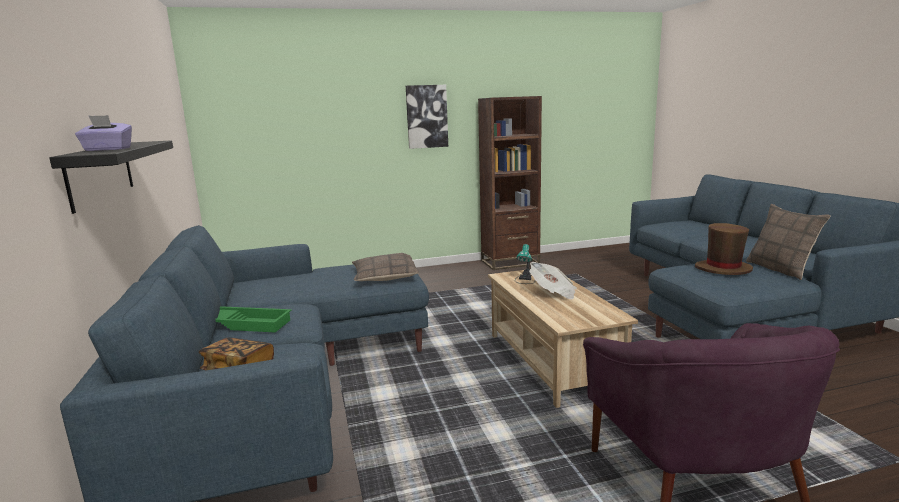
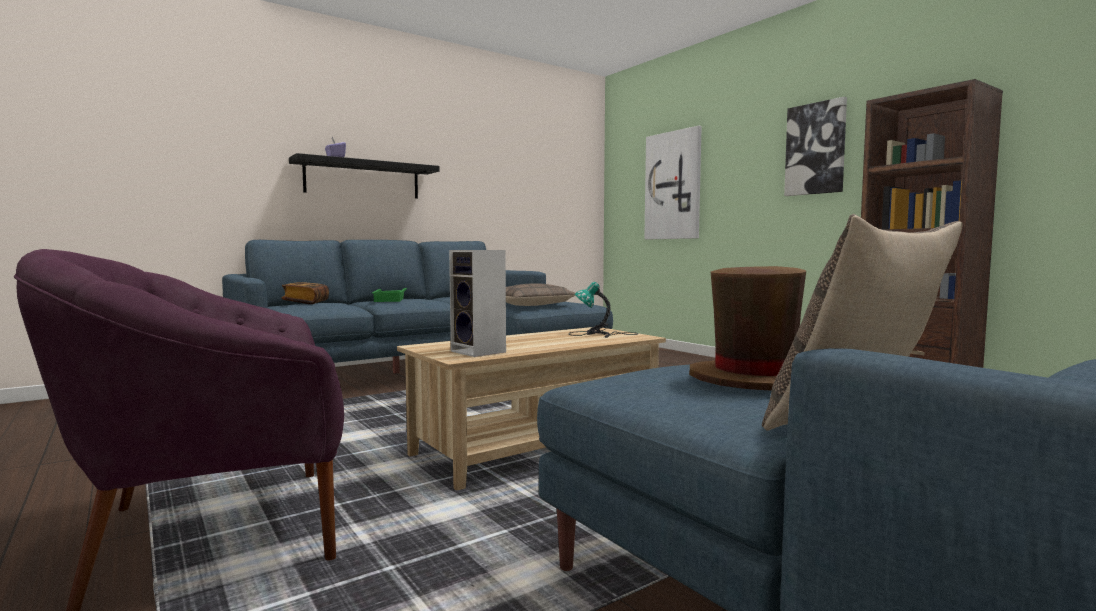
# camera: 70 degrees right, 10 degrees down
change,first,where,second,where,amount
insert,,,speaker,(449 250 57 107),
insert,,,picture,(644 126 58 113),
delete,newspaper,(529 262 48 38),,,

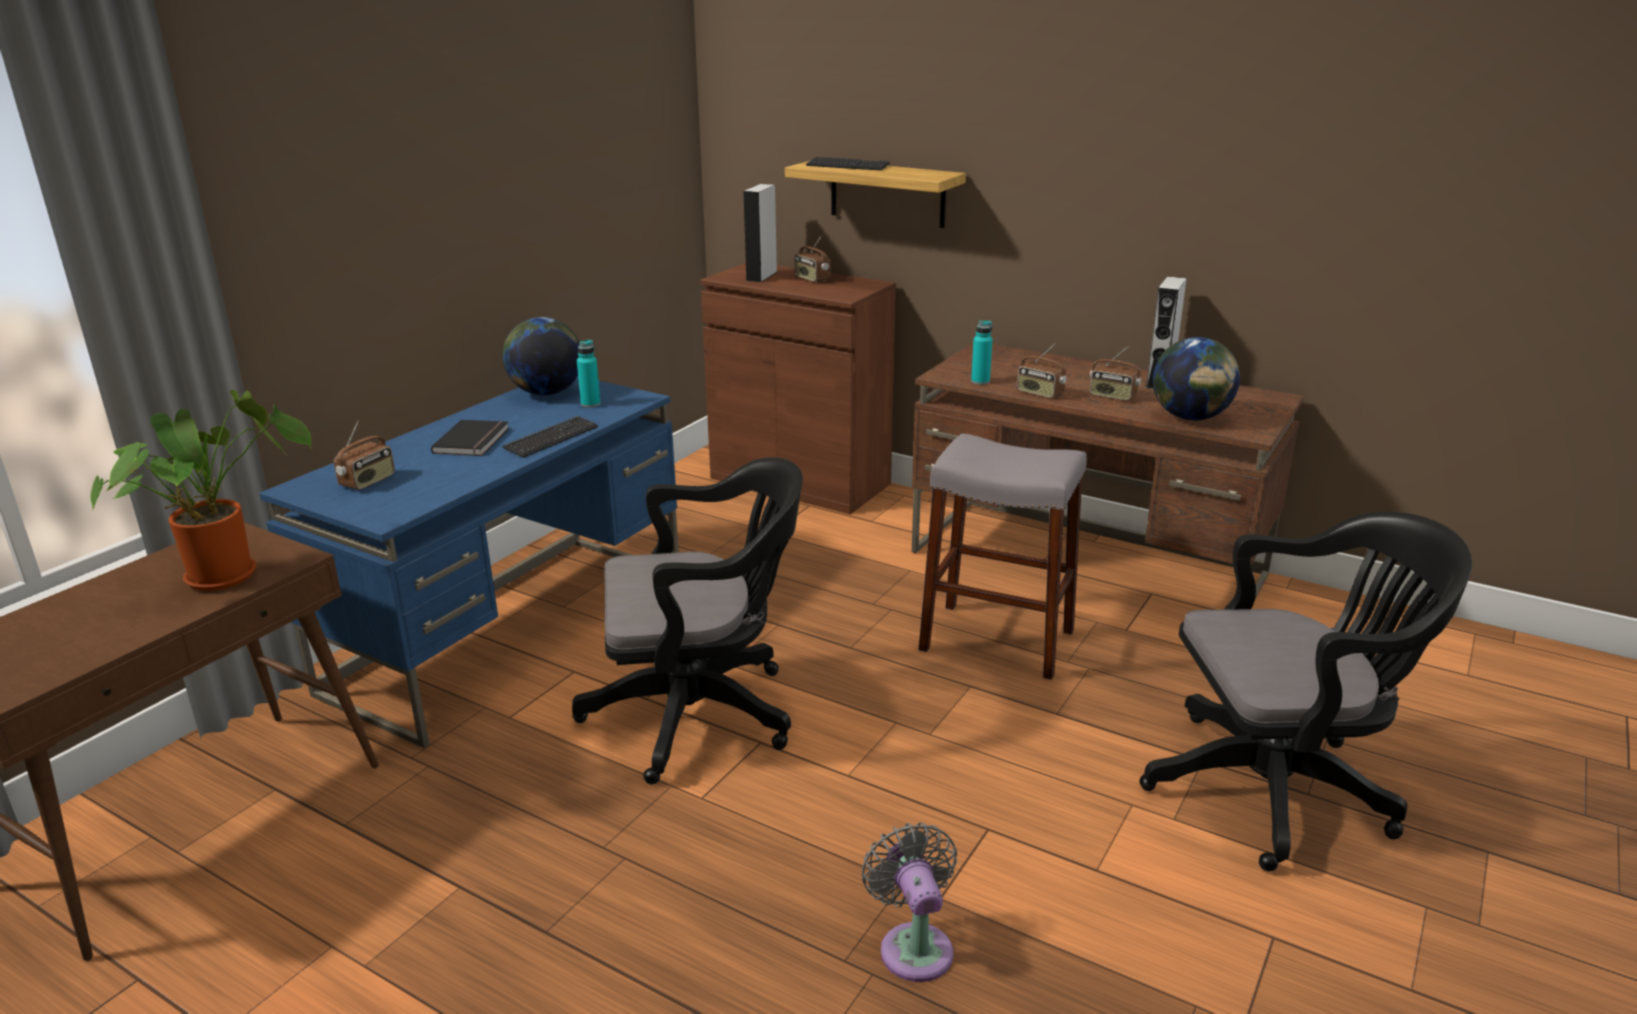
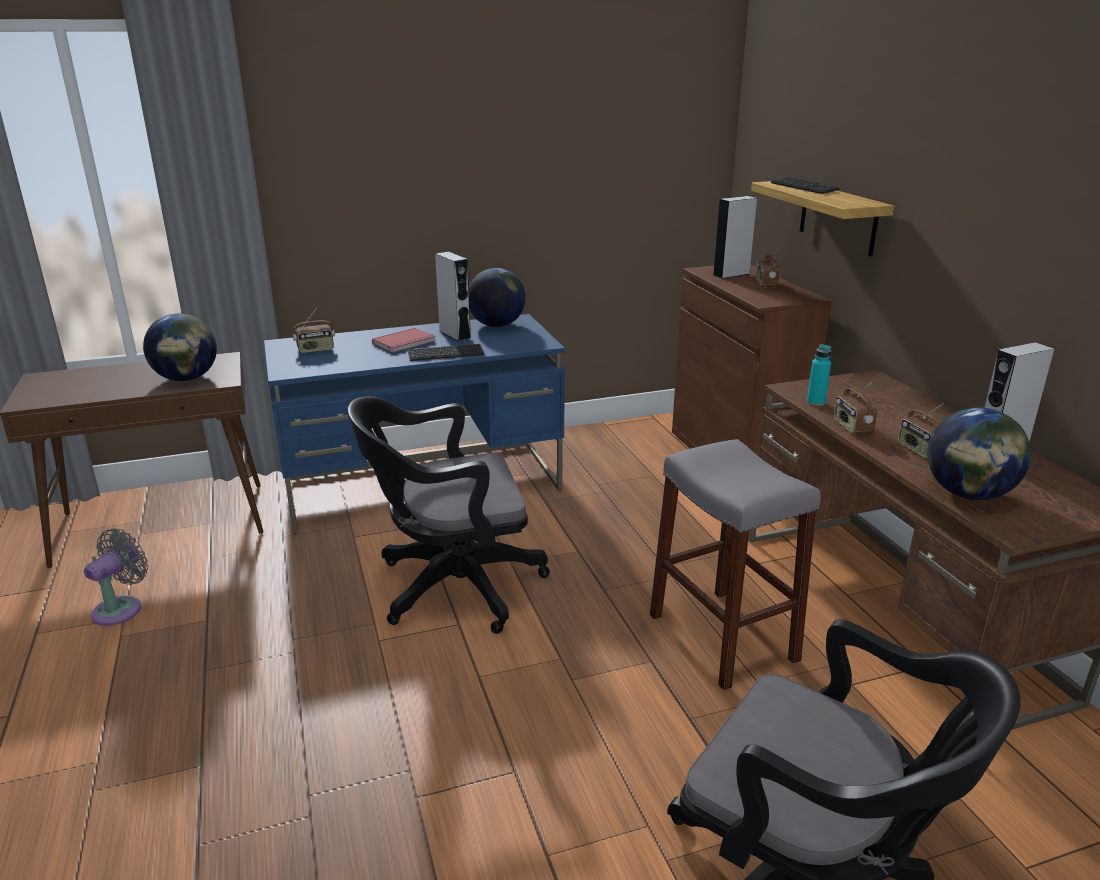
# camera: 40 degrees right, 0 degrees up
change,first,where,second,where,amount
move,gray cooling fan,(861 822 96 160),,(84 528 64 98),
replace,houseplant,(90 390 222 201),world globe,(143 313 74 68),
rotate,black desk chair,(572 457 231 327),,(348 396 202 238),135 degrees clockwise
recolor,black volume,(431 420 78 36),reddish volume,(372 328 64 25),
insert,,,gray speaker,(435 252 36 89),
delete,turquoise-coloured bottle,(577 340 24 68),,,

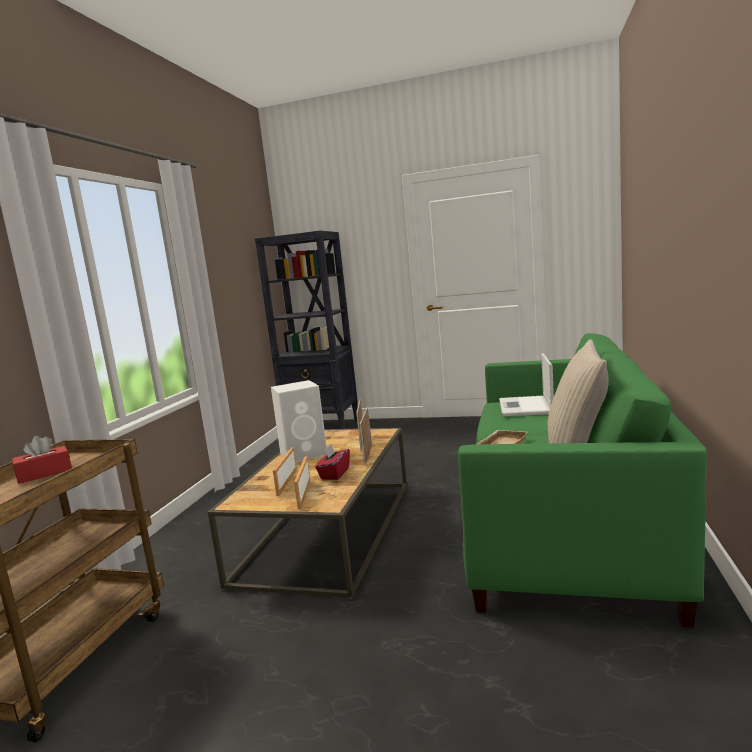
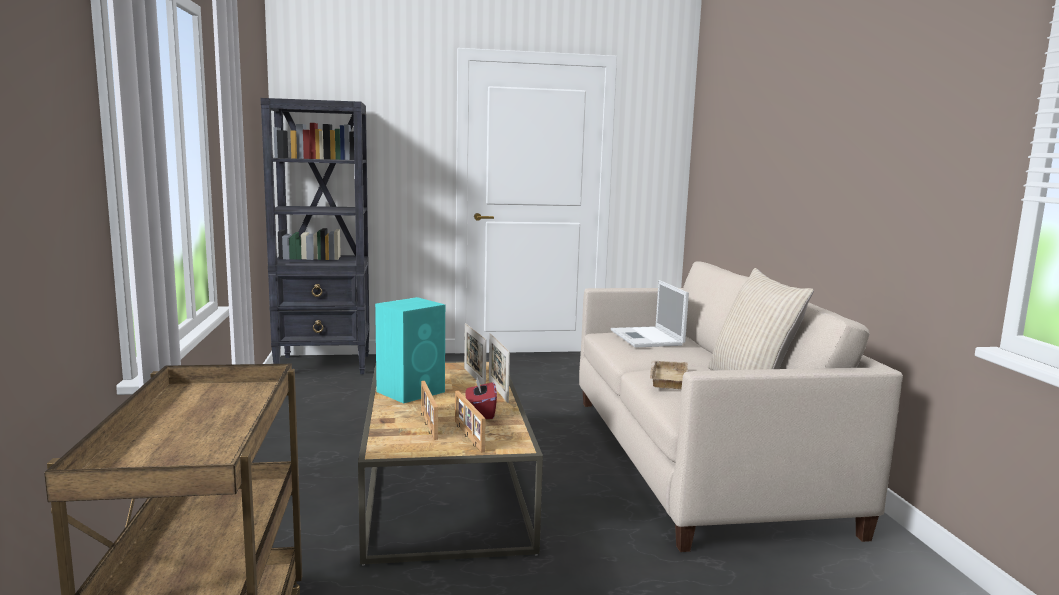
# camera: 25 degrees left, 0 degrees up
change,first,where,second,where,amount
recolor,white speaker,(271 380 56 82),turquoise-coloured speaker,(375 297 70 107),
recolor,greenish couch,(458 333 249 295),beige-coloured couch,(579 261 324 291),
delete,reddish tissue box,(12 436 60 48),,,

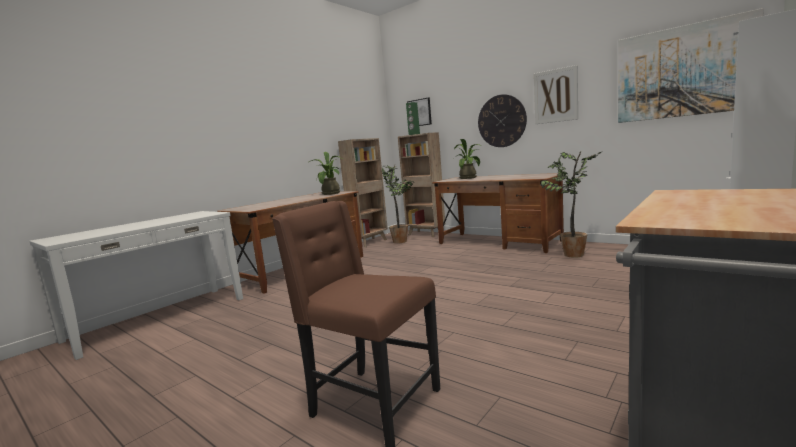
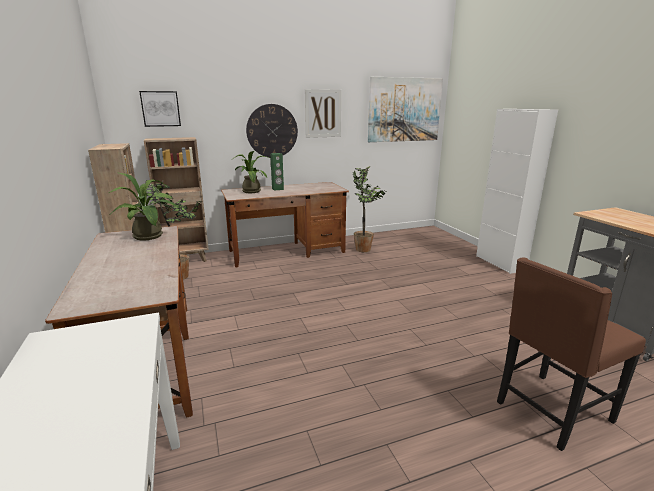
# camera: 60 degrees left, 10 degrees up
change,first,where,second,where,amount
move,greenish speaker,(406 102 14 33),,(270 153 14 38),

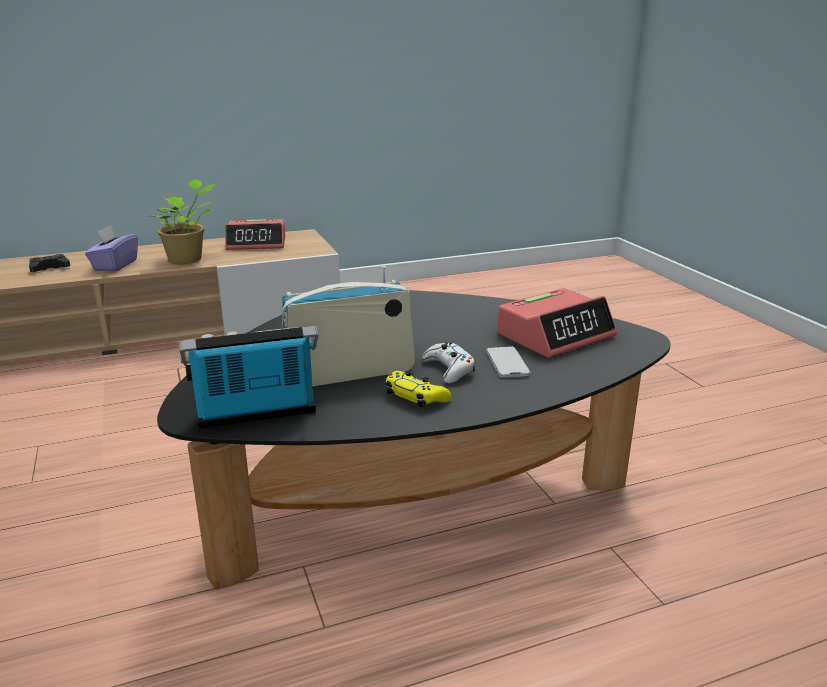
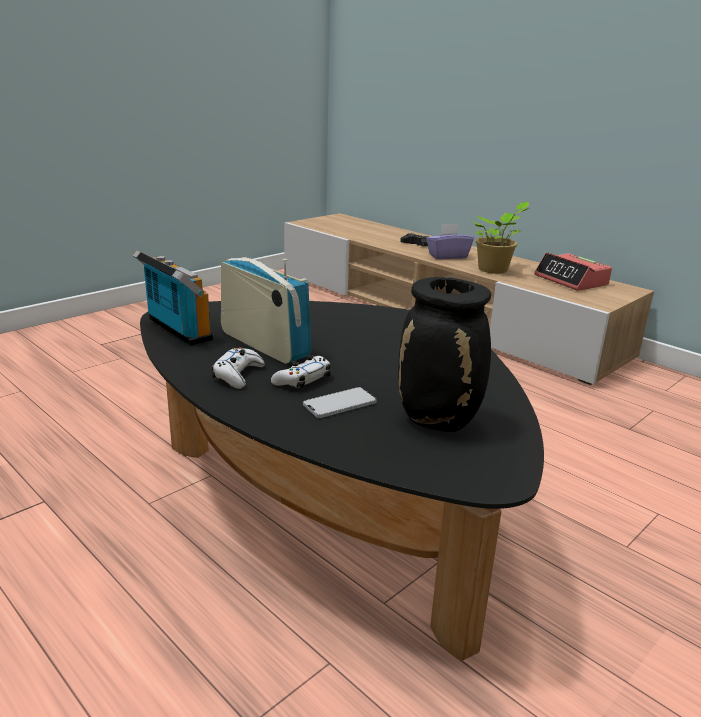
# camera: 65 degrees right, 0 degrees up
change,first,where,second,where,amount
recolor,yellow gamepad,(386 371 65 37),white gamepad,(212 347 53 42),
replace,alarm clock,(497 288 120 70),black vase,(398 277 93 155),

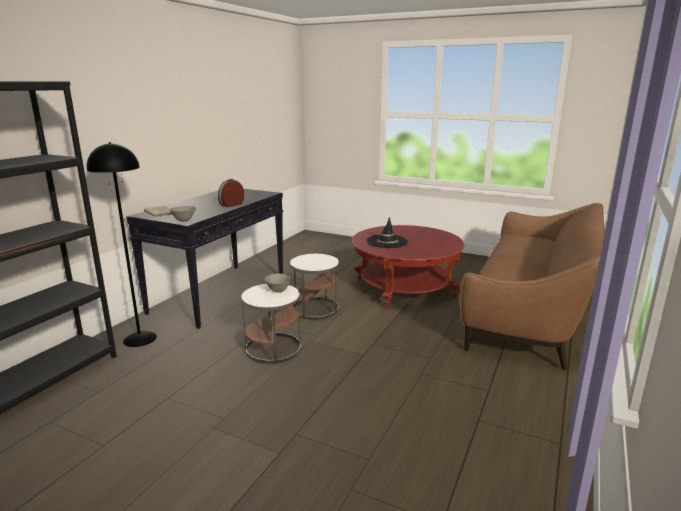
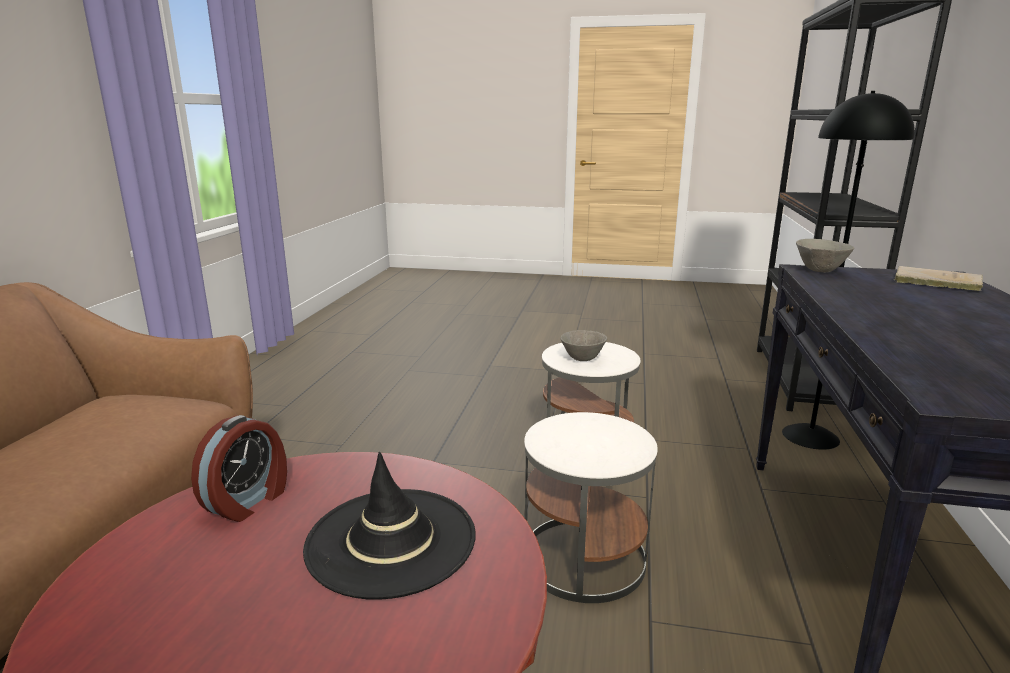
# camera: 165 degrees right, 0 degrees up
change,first,where,second,where,amount
move,alarm clock,(218 179 26 28),,(191 415 96 107),

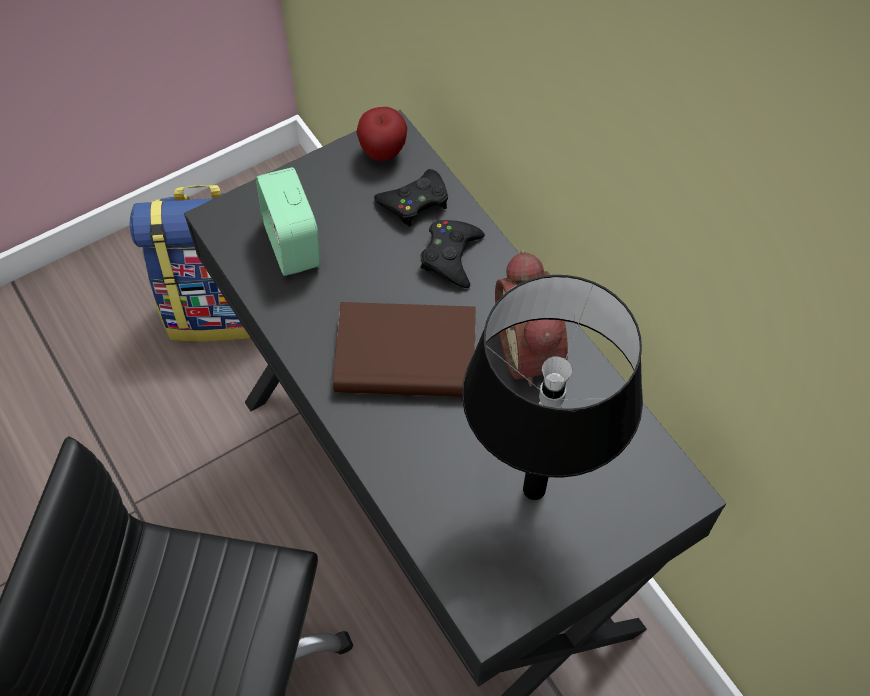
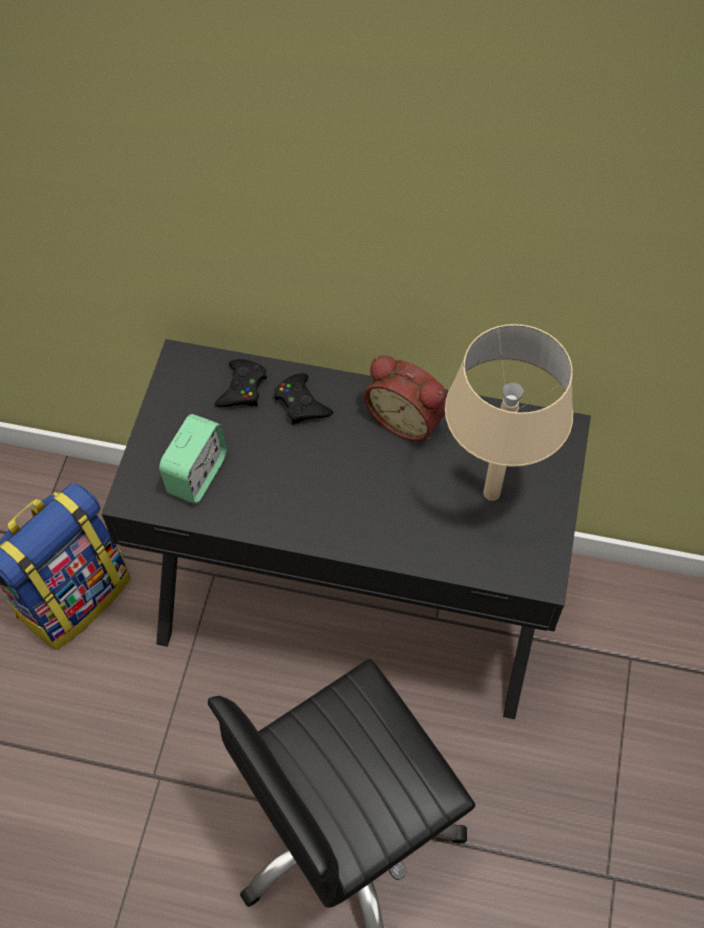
# camera: 45 degrees left, 0 degrees up
change,first,where,second,where,amount
rotate,alarm clock,(256 167 65 109),,(159 414 68 90),90 degrees counterclockwise
recolor,black lamp for a table,(462 275 181 225),beige-coloured lamp for a table,(445 324 128 177),
delete,brown-coloured volume,(333 302 143 95),,,
delete,apple,(356 107 51 54),,,

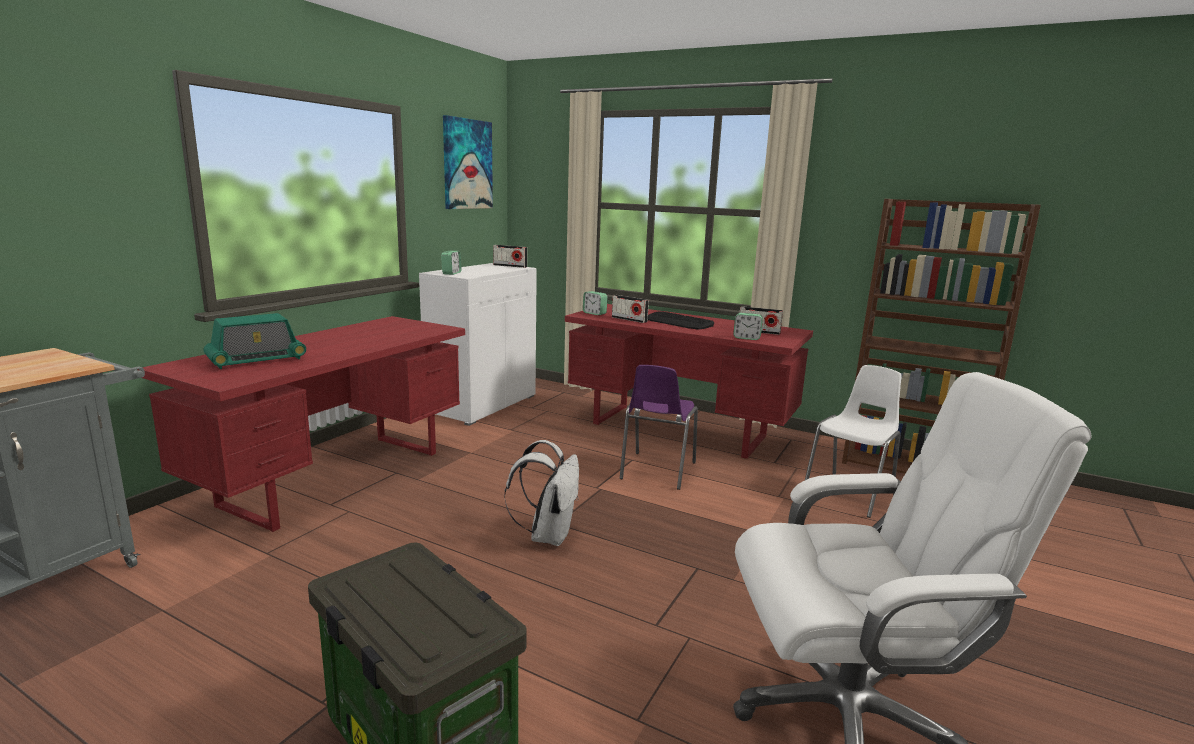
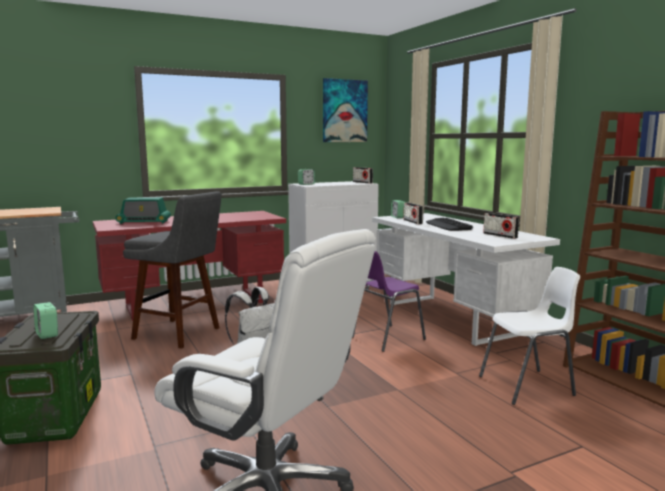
# camera: 35 degrees right, 5 degrees down
change,first,where,second,where,amount
move,alarm clock,(733 313 30 27),,(33 302 25 37),
insert,,,gray sitting stool,(123 191 99 158),
recolor,reddish desk,(565 304 248 155),white desk,(372 213 188 133),

